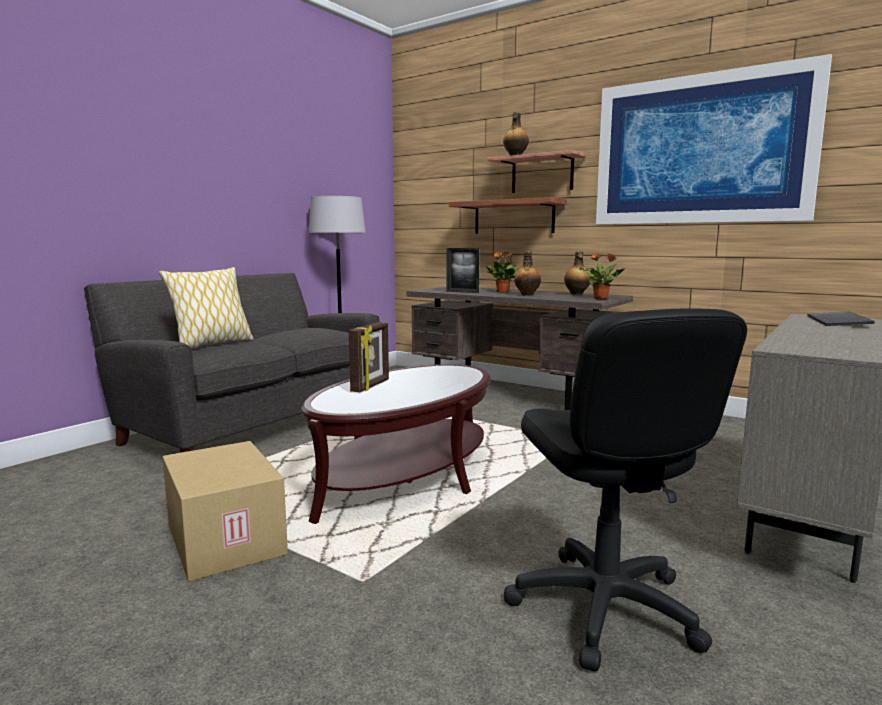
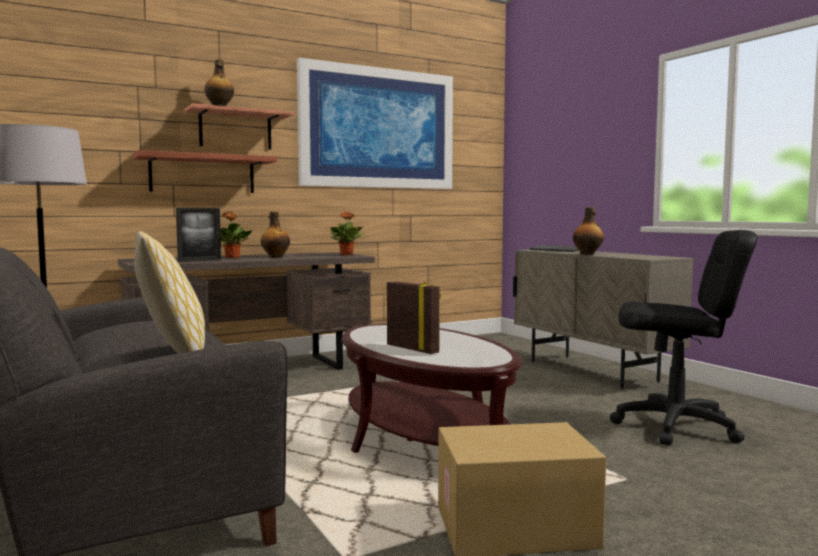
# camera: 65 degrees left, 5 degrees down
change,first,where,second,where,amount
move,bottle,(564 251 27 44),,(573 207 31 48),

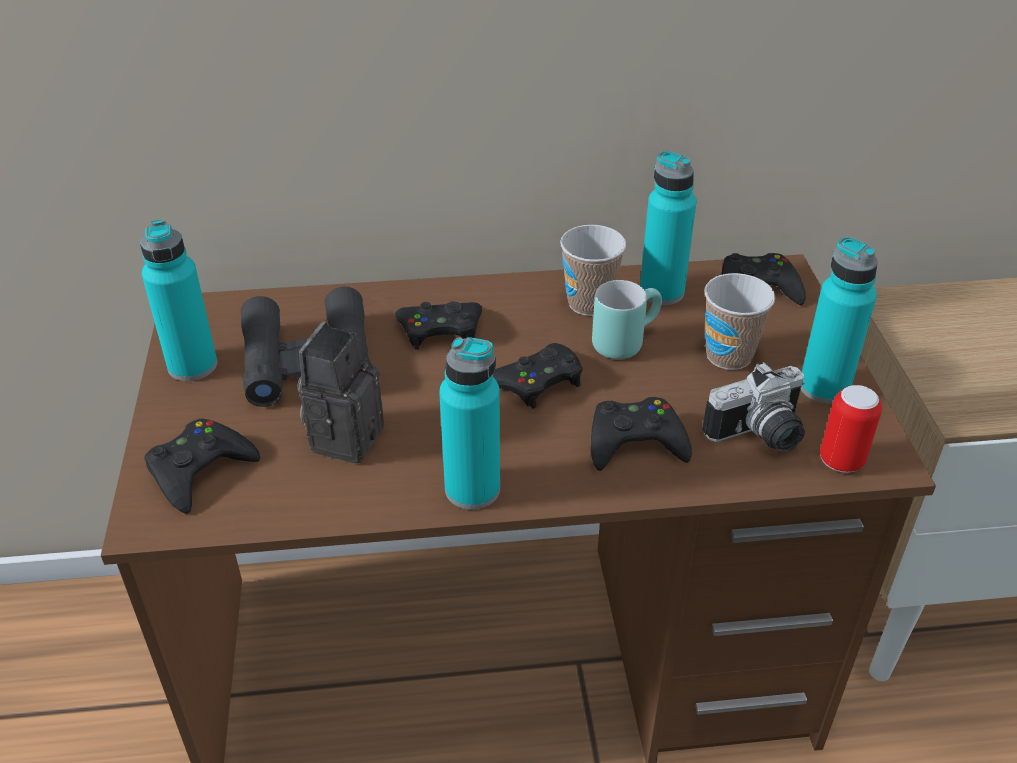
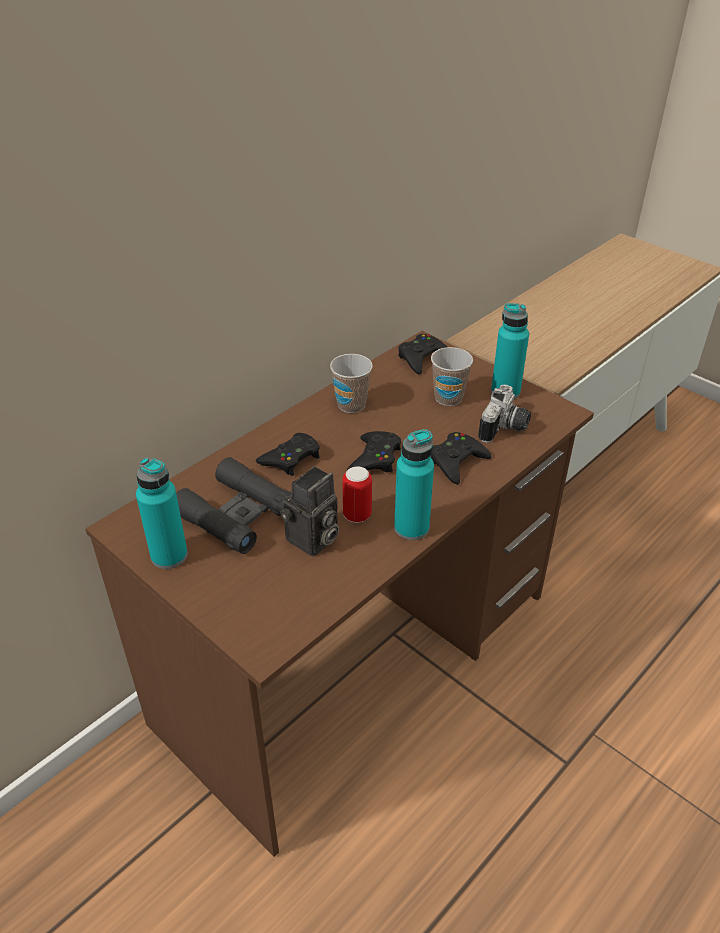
# camera: 40 degrees left, 0 degrees up
change,first,where,second,where,amount
rotate,still camera,(297 322 87 142),,(280 466 59 90),120 degrees counterclockwise
move,can,(820 385 62 88),,(342 466 30 57),
delete,black gamepad,(144 419 116 95),,,
delete,turquoise-coloured coffee mug,(592 280 70 79),,,
delete,turquoise-coloured bottle,(640 151 57 154),,,

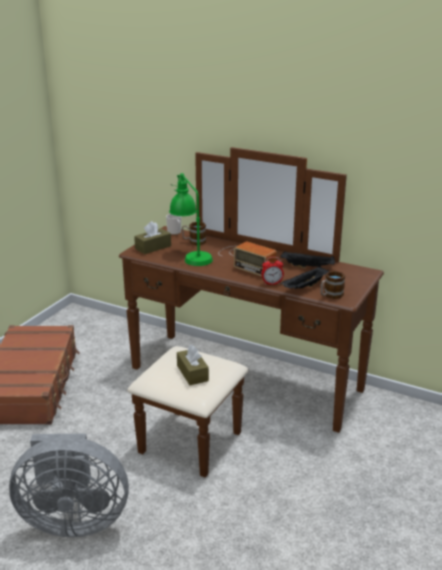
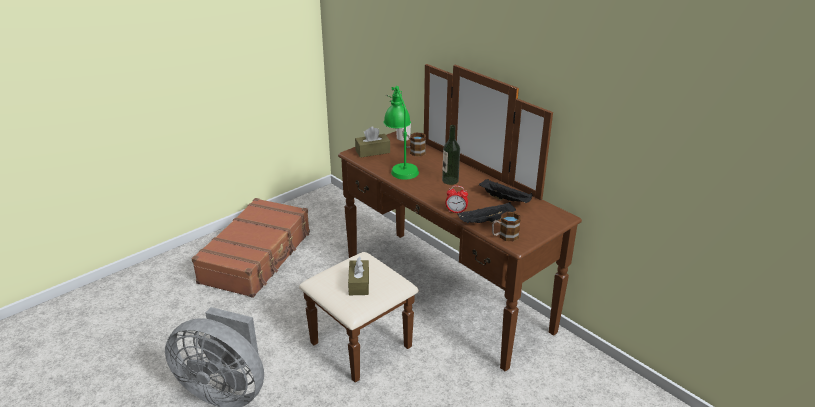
# camera: 20 degrees right, 5 degrees up
change,first,where,second,where,amount
replace,radio receiver,(218 241 59 35),bottle,(442 125 18 60),

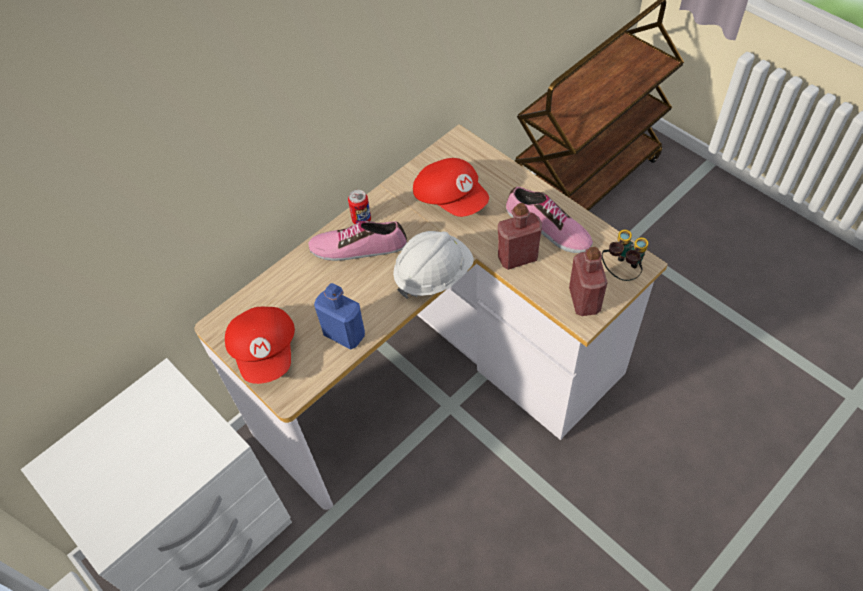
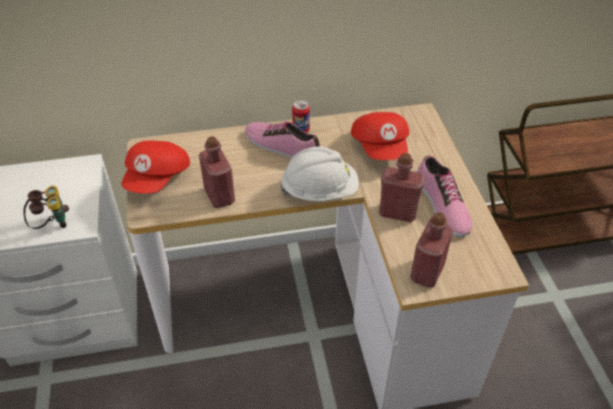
# camera: 30 degrees right, 10 degrees down
change,first,where,second,where,amount
move,binoculars,(602 230 47 51),,(23 186 46 43),
recolor,blue-coloured bottle,(314 283 51 67),reddish bottle,(199 136 36 72),

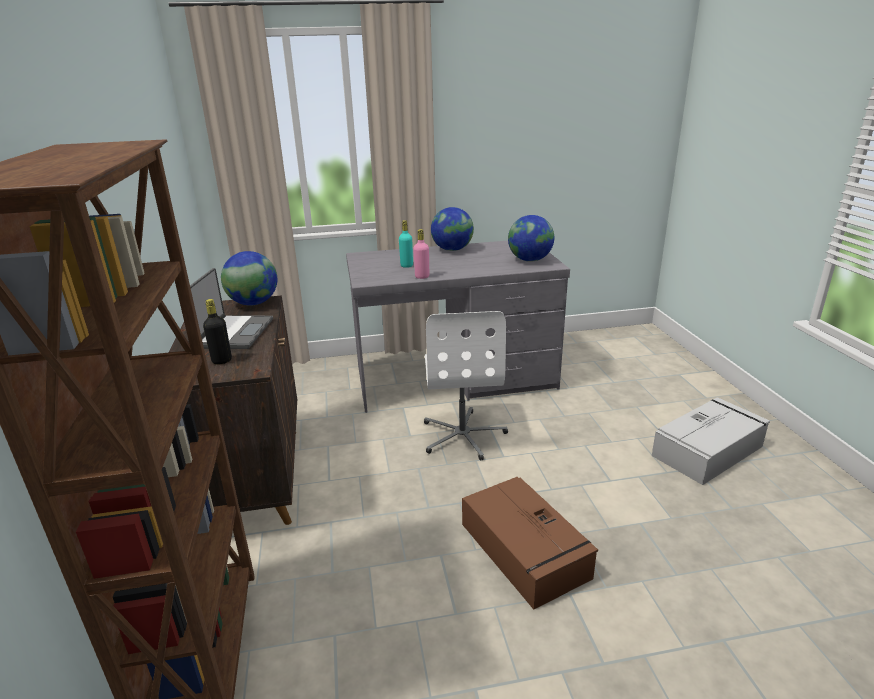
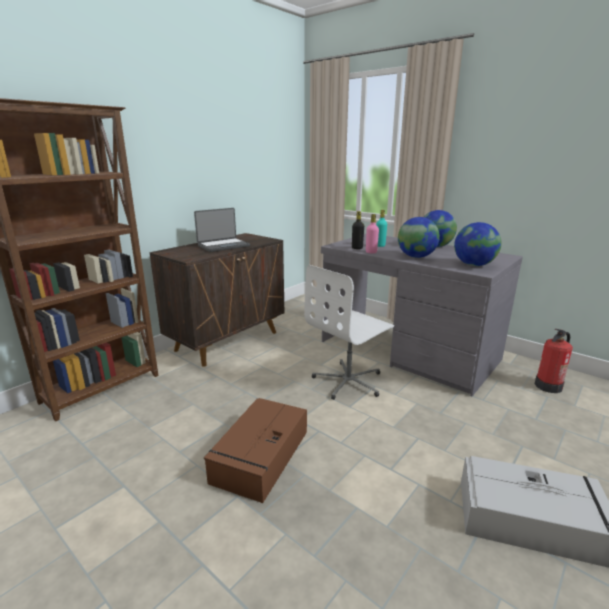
# camera: 50 degrees right, 5 degrees down
change,first,where,second,where,amount
move,black bottle,(203 299 29 66),,(352 211 12 38),
move,world globe,(221 251 56 54),,(398 217 42 41),
insert,,,extinguisher,(534 329 39 64),

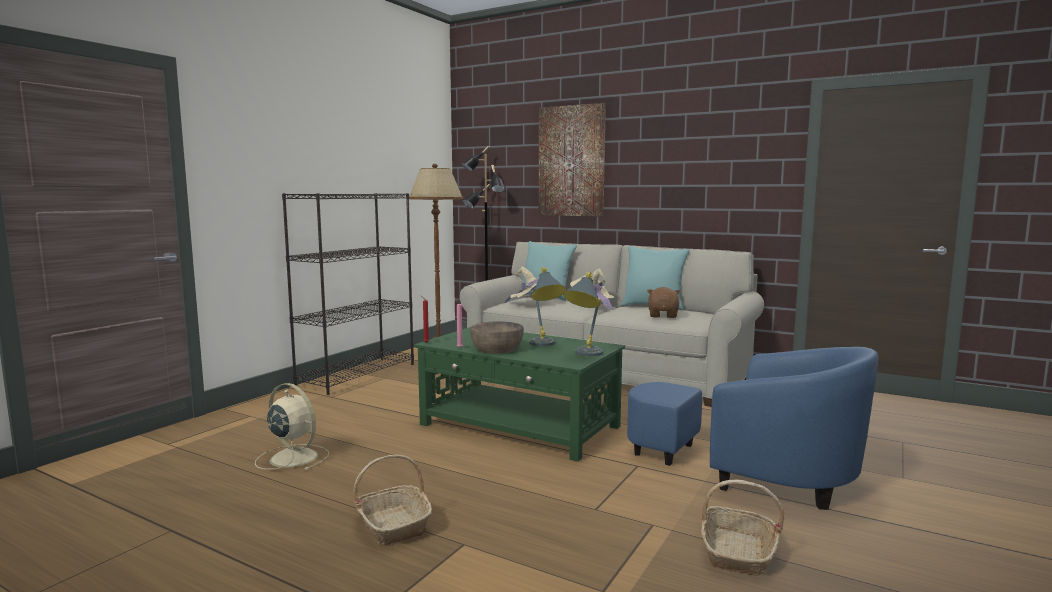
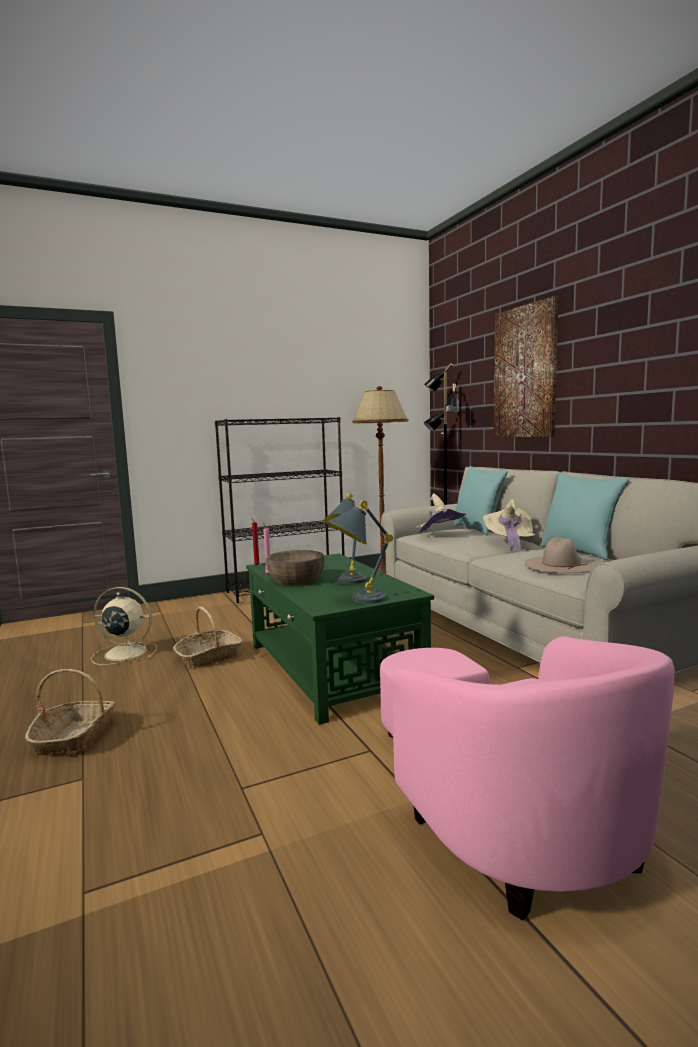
# camera: 35 degrees right, 0 degrees up
change,first,where,second,where,amount
rotate,beige-coloured cooling fan,(255 383 74 87),,(91 587 66 78),60 degrees counterclockwise
move,household basket,(701 480 83 96),,(173 607 69 61),
recolor,blue-coloured easy chair,(627 347 251 163),pink-coloured easy chair,(380 636 295 285),
replace,brown-coloured cuddly toy,(647 287 33 31),beige-coloured clothing hat,(525 538 74 35),

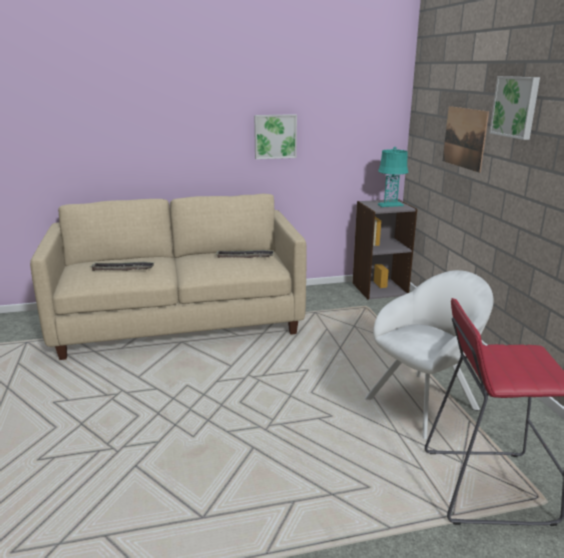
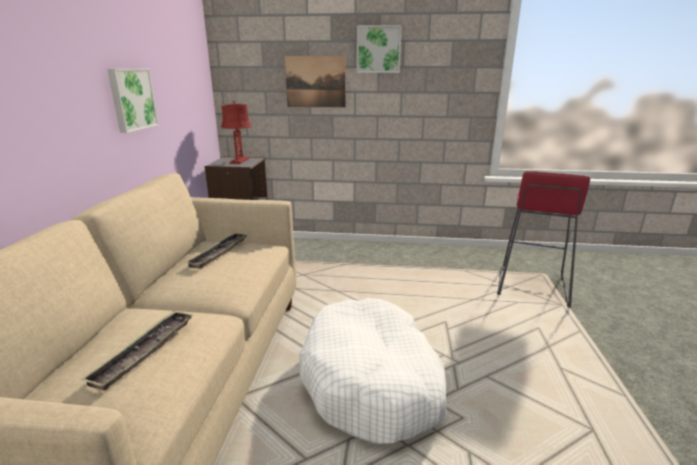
# camera: 70 degrees left, 0 degrees up
change,first,where,second,where,amount
recolor,turquoise-coloured lamp for a table,(378 147 30 60),reddish lamp for a table,(221 101 30 63),
insert,,,white pet bed,(300 298 146 146),
delete,white easy chair,(365 270 128 169),,,

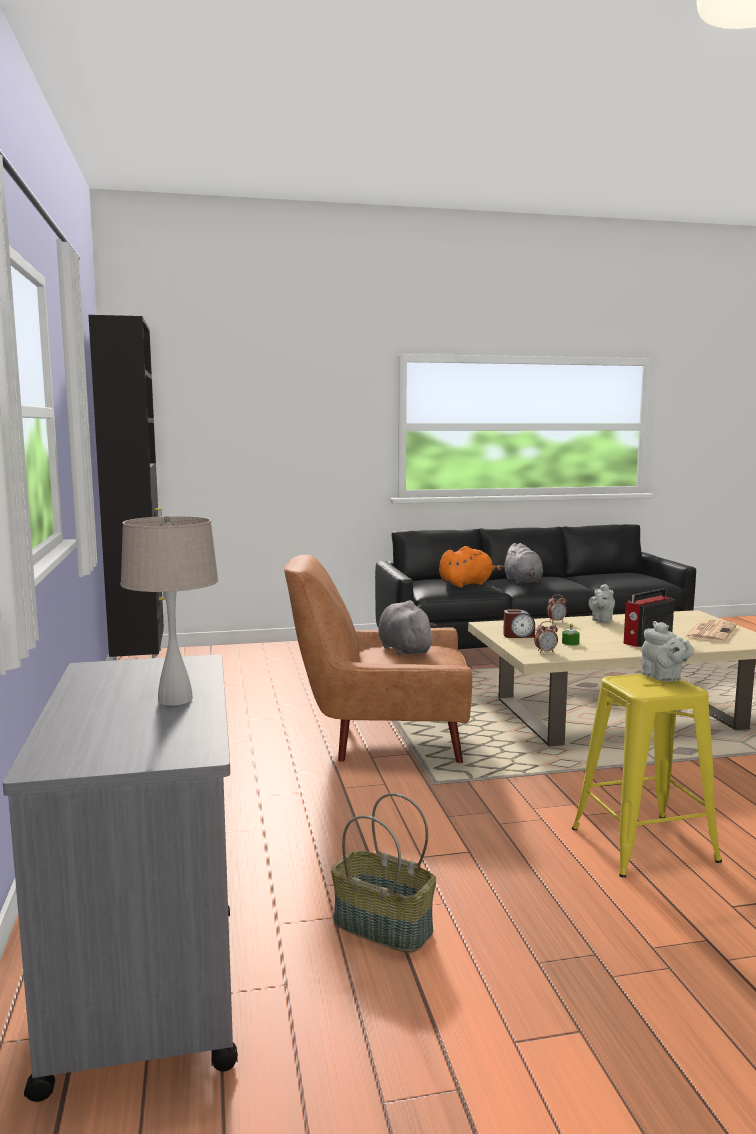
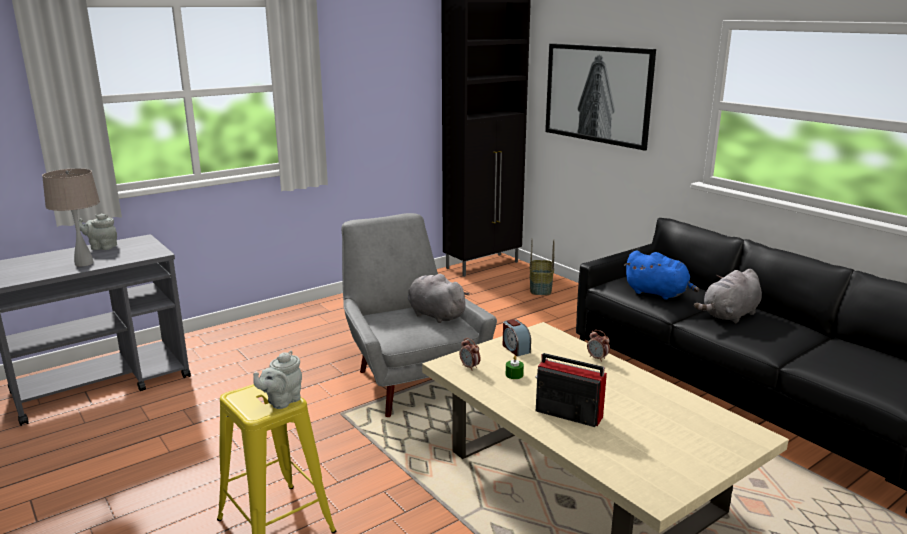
# camera: 65 degrees right, 10 degrees up
change,first,where,second,where,amount
move,gray teapot,(589 584 26 39),,(79 214 38 36),
recolor,brown-coloured easy chair,(284 555 188 208),gray easy chair,(342 213 155 204),
rotate,gray cuddly toy,(378 600 58 55),,(408 274 61 49),90 degrees counterclockwise
move,household basket,(331 793 105 160),,(530 239 25 56),
insert,,,picture,(545 43 111 108),
recolor,orangey cuddly toy,(439 546 65 42),blue-coloured cuddly toy,(624 251 75 49),
delete,newspaper,(685 619 52 23),,,

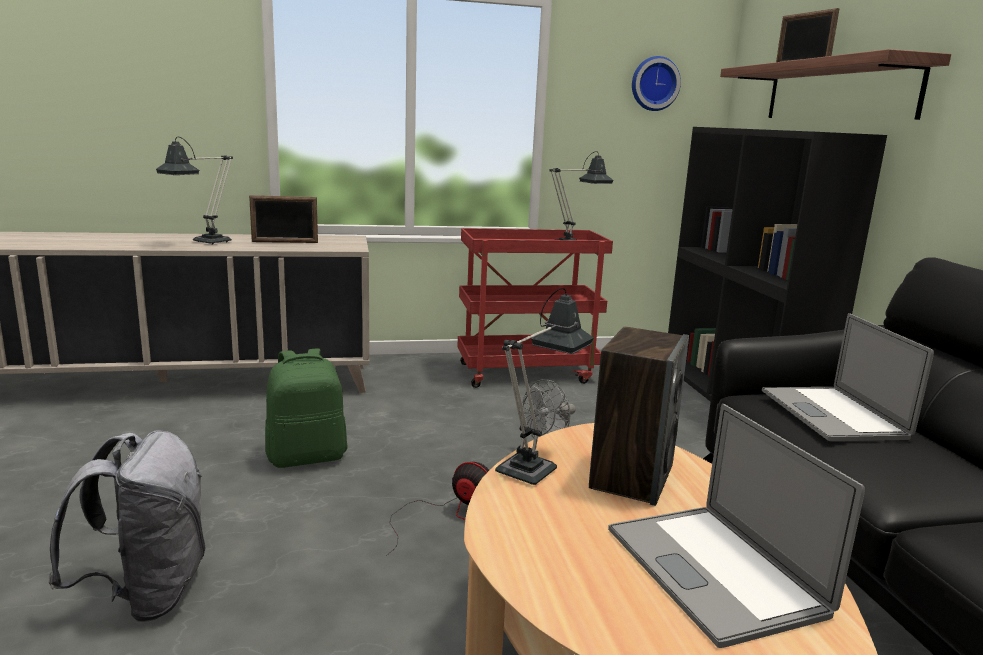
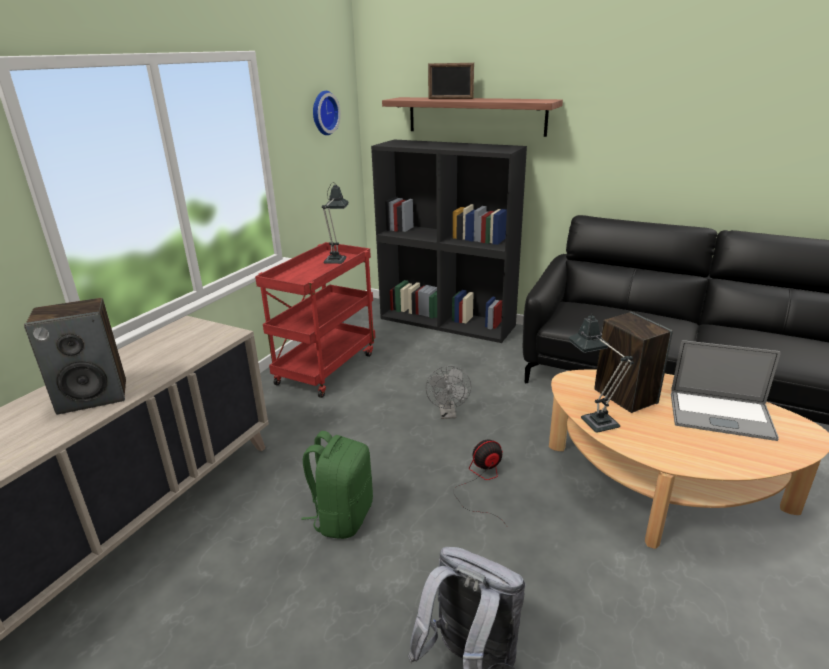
# camera: 50 degrees left, 10 degrees up
change,first,where,second,where,amount
replace,lamp for a table,(156 137 77 108),speaker,(24 298 102 117),
delete,picture frame,(249 195 69 48),,,
delete,portable computer,(762 313 172 128),,,

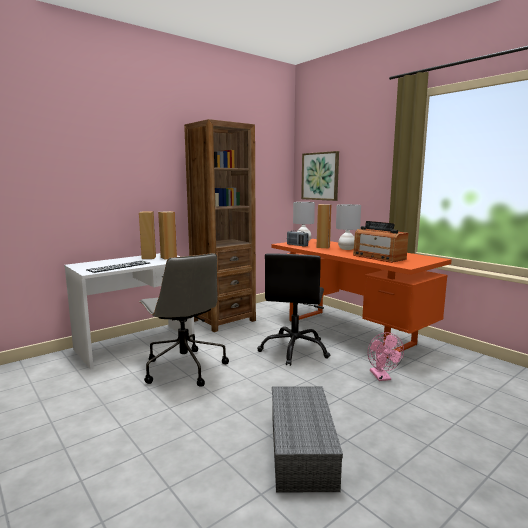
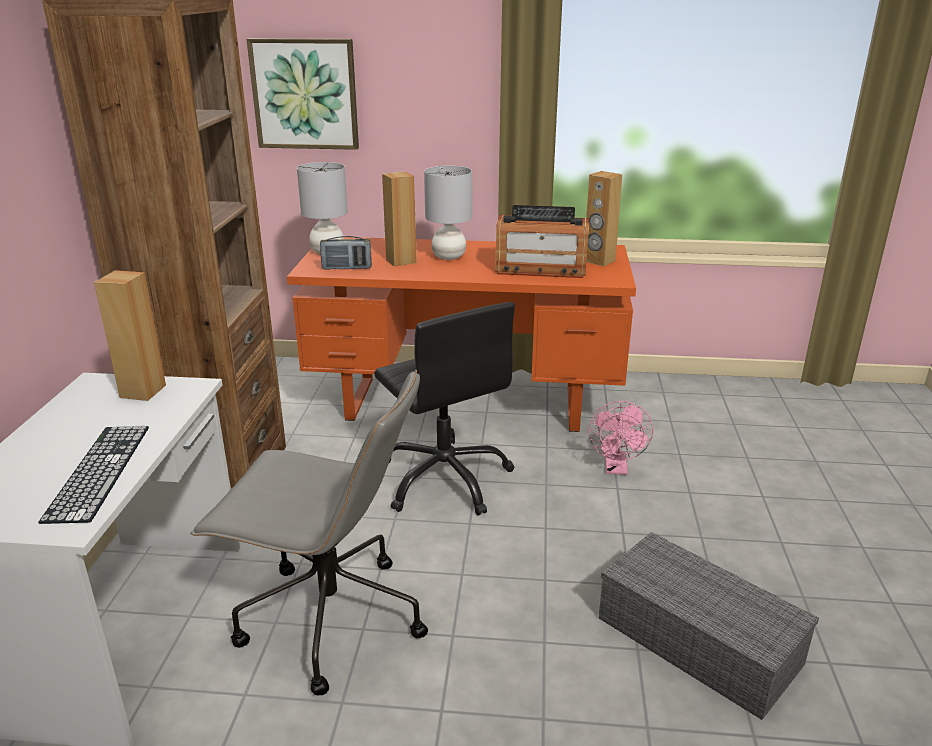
# camera: 45 degrees left, 15 degrees up
change,first,where,second,where,amount
move,brown-coloured speaker,(139 211 17 48),,(586 171 36 95),
rotate,pink-coloured cooling fan,(368 332 36 49),,(589 401 64 74),60 degrees clockwise

